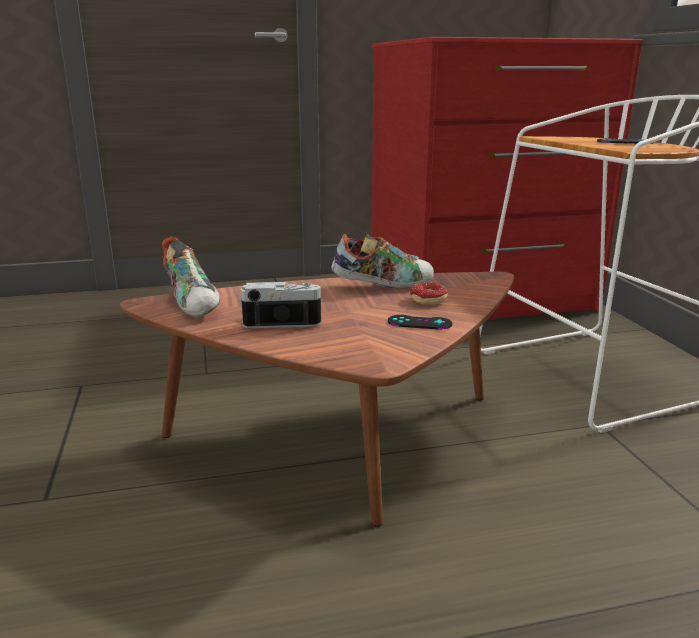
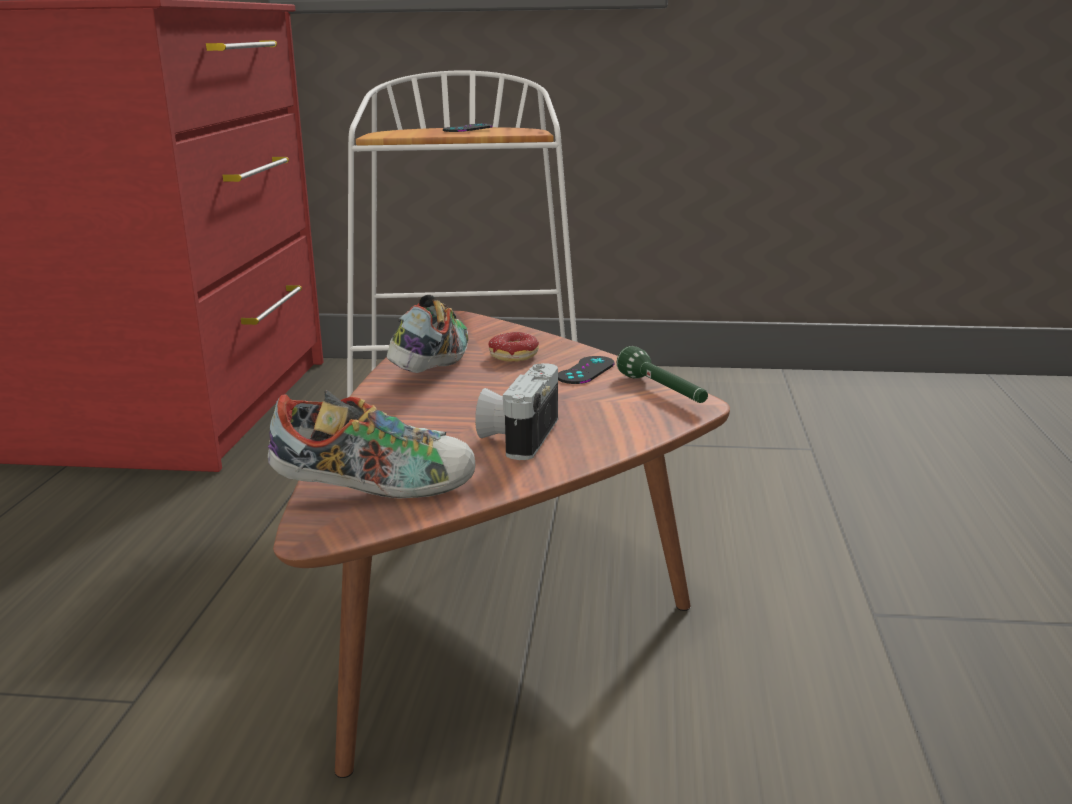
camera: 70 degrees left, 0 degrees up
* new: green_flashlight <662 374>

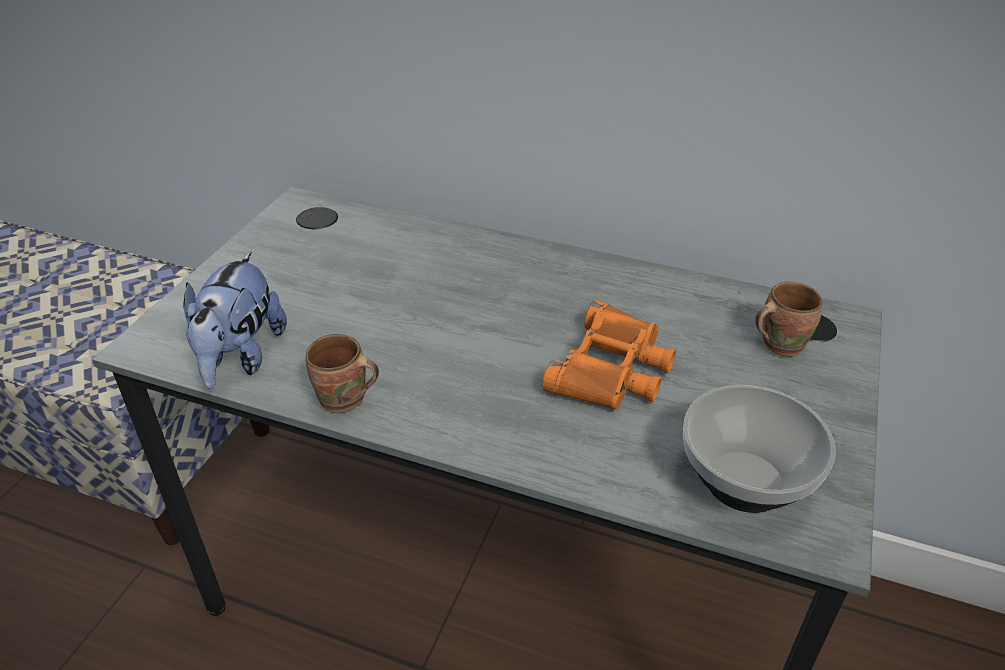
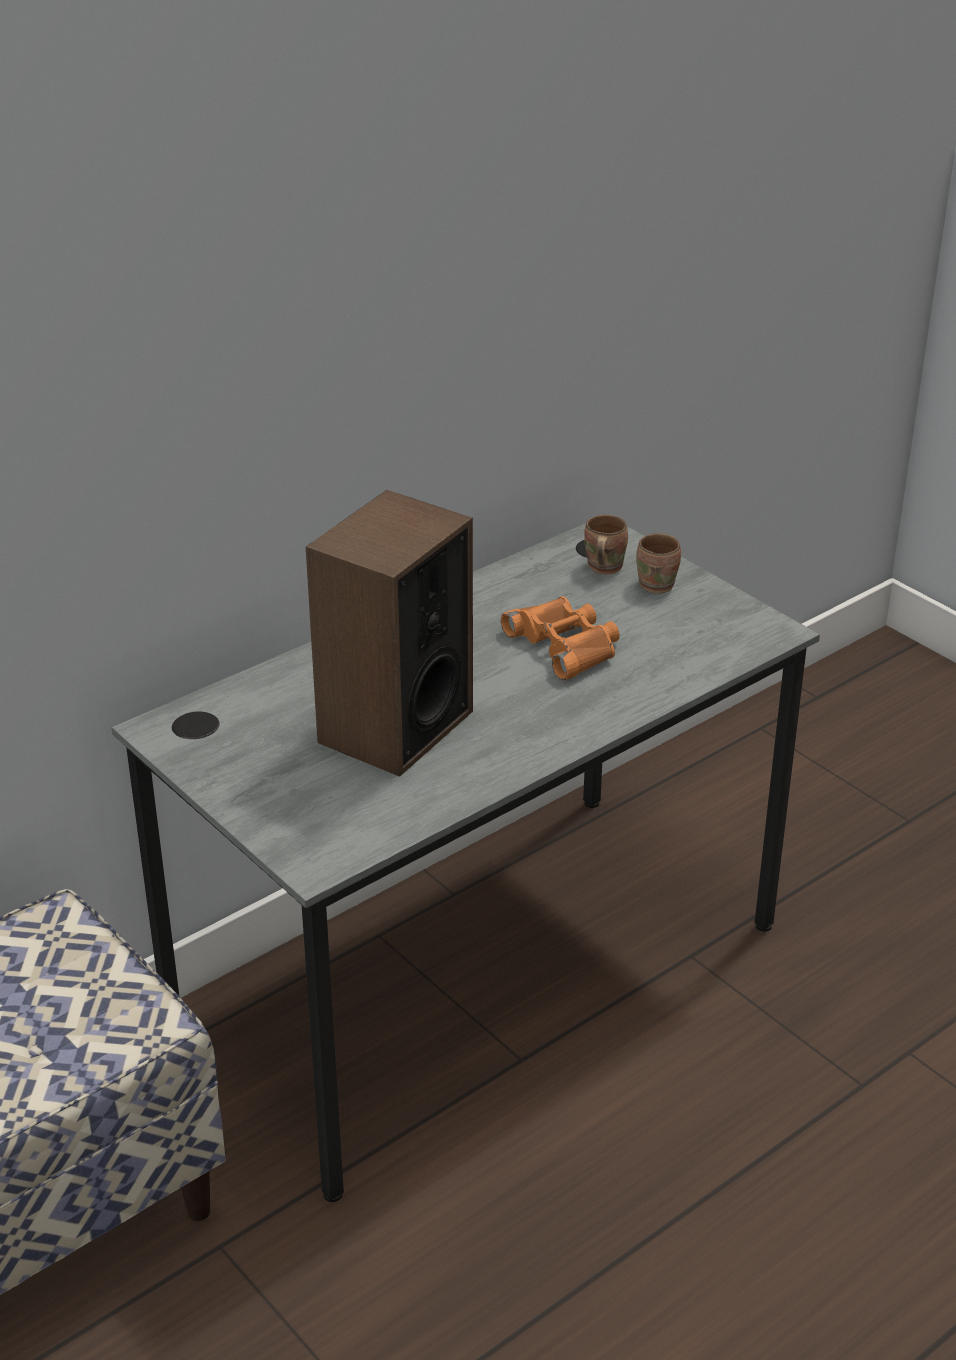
camera: 60 degrees left, 5 degrees down
* gone: plush_toy <235 320>
* gone: bowl <759 449>
* new: speaker <389 633>
* shifted: brown_mug <342 373> to <658 563>

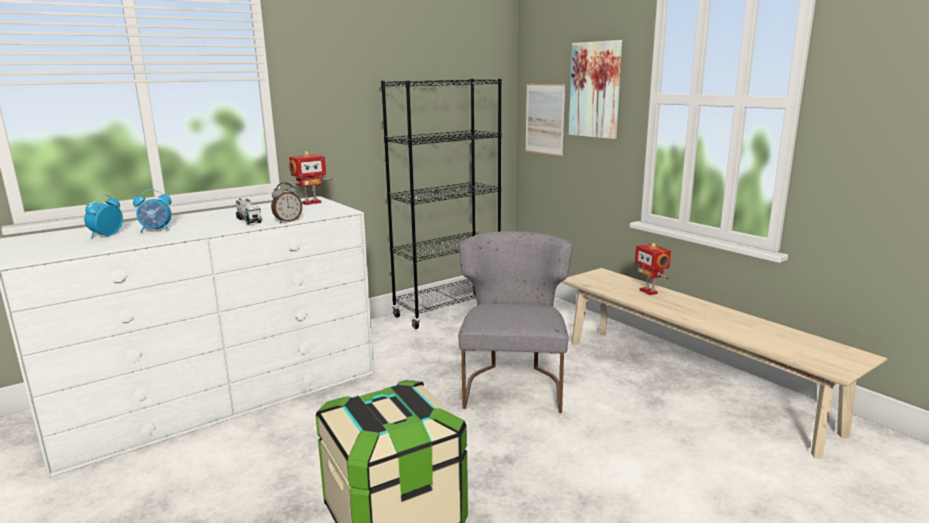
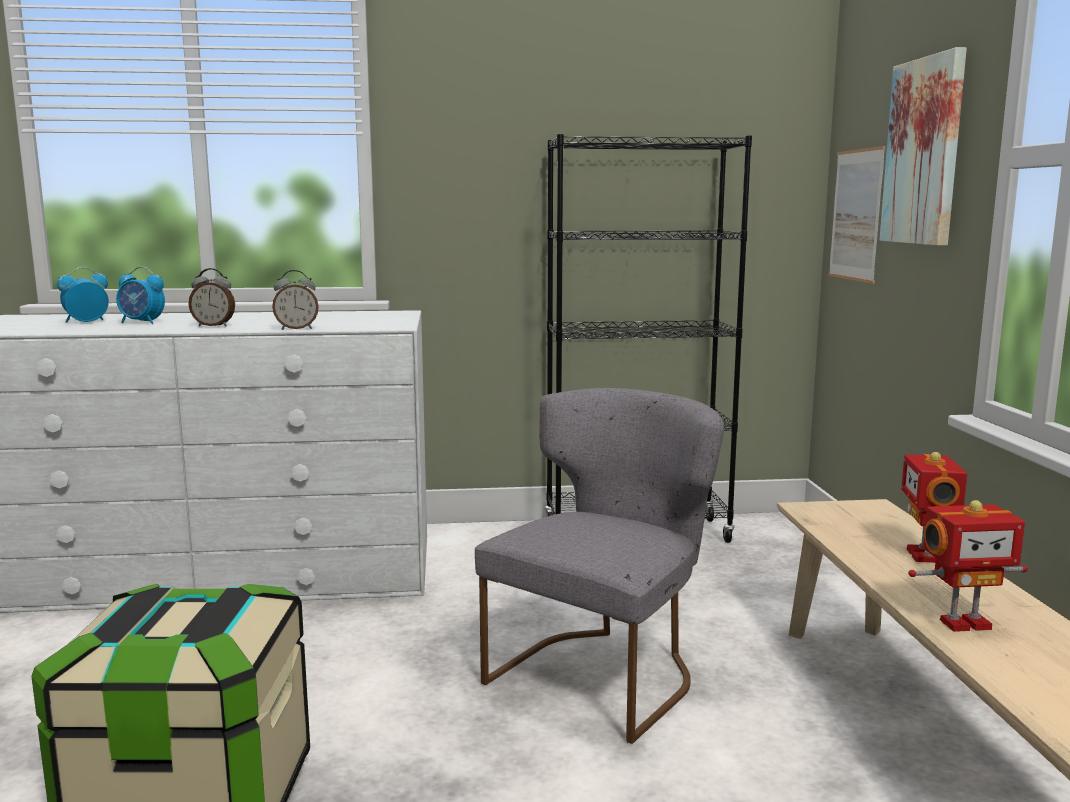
camera: 30 degrees right, 5 degrees down
* gone: toy_truck <249 211>
* new: alarm_clock <212 297>
* shifted: toy_robot <308 178> to <968 566>

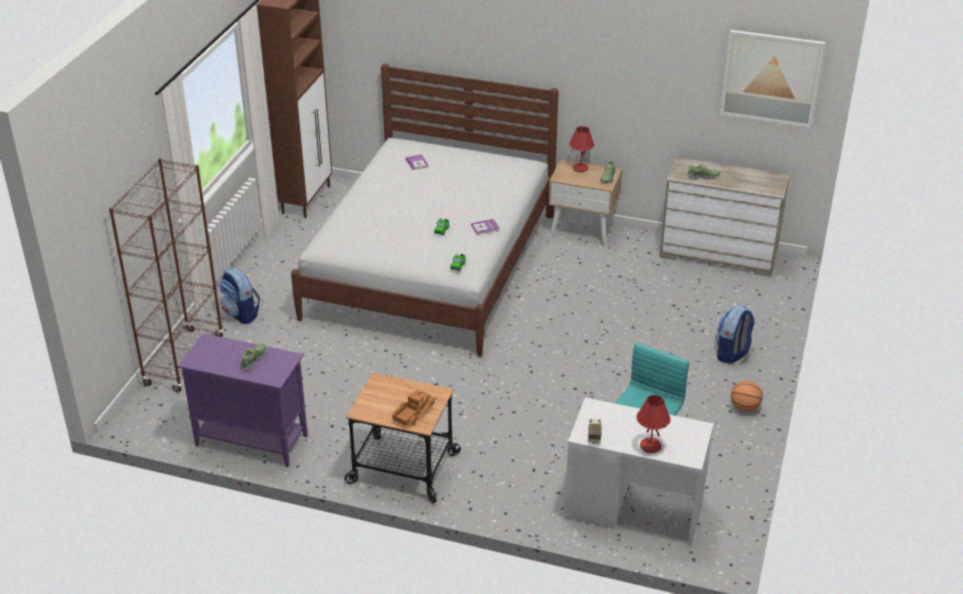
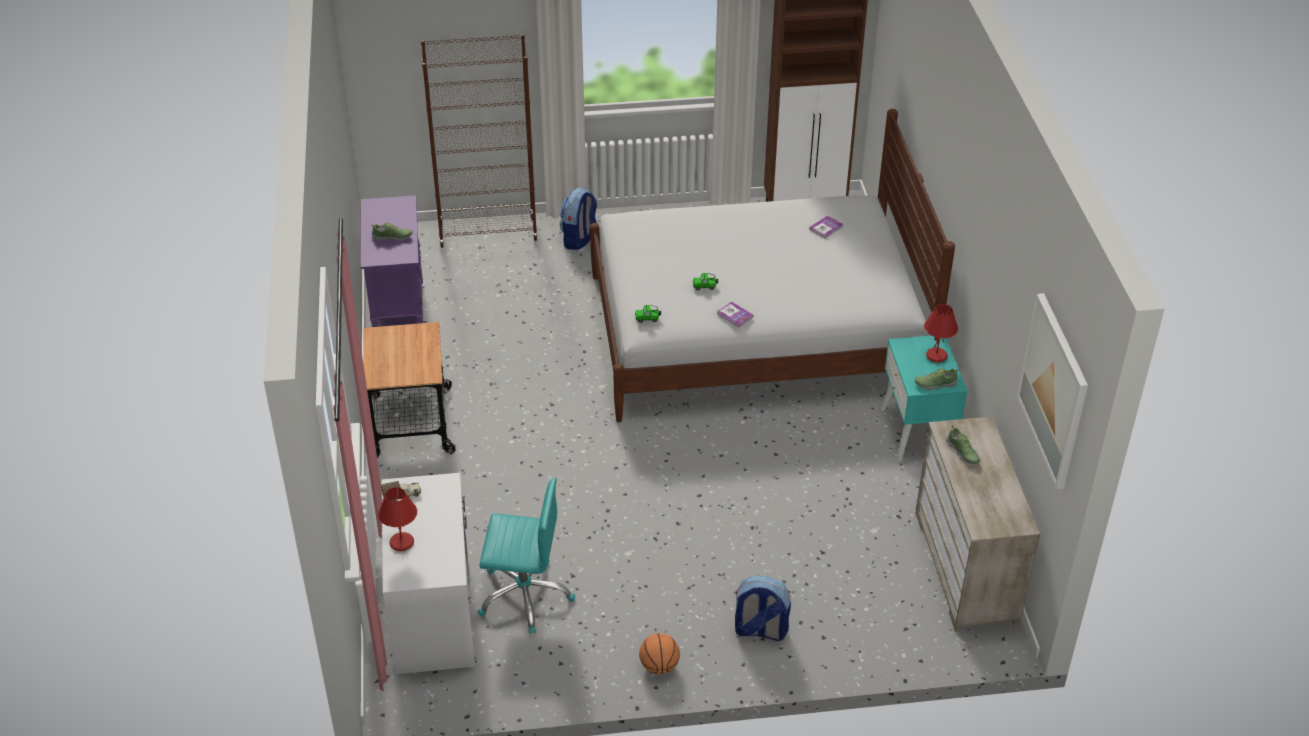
camera: 65 degrees right, 5 degrees up
* gone: toy_truck <414 408>
* repainted: beige_nightstand <585 203> to turquoise_nightstand <924 398>

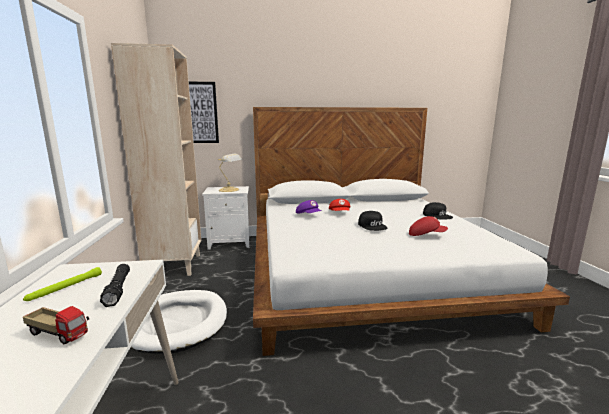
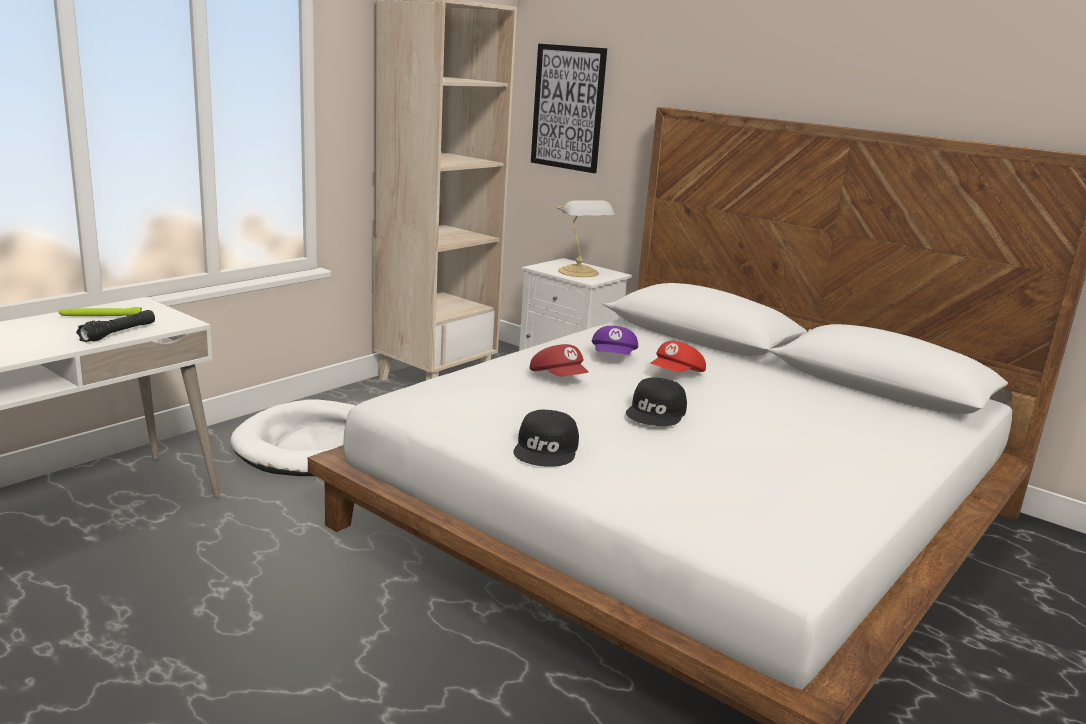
camera: 45 degrees right, 5 degrees up
* gone: toy_truck <56 325>
* shifted: red_cap <428 226> to <559 360>
* shifted: black_cap <438 211> to <546 438>

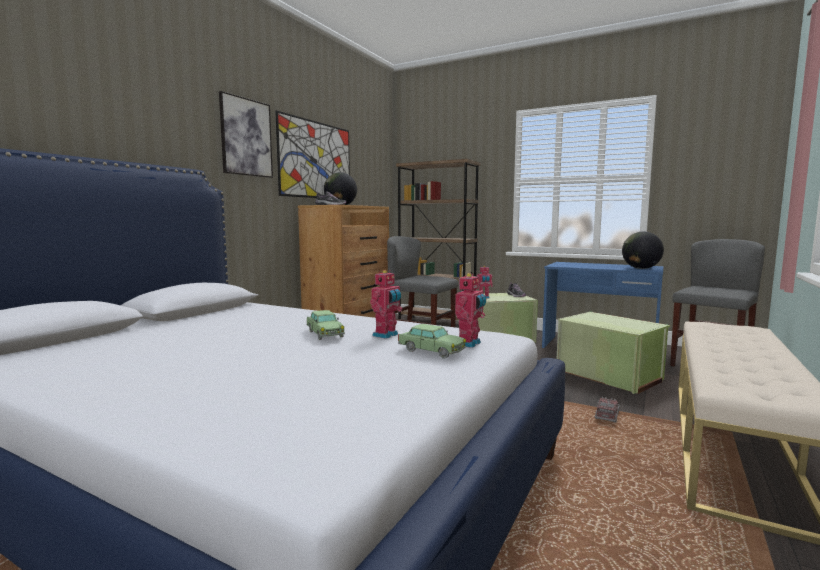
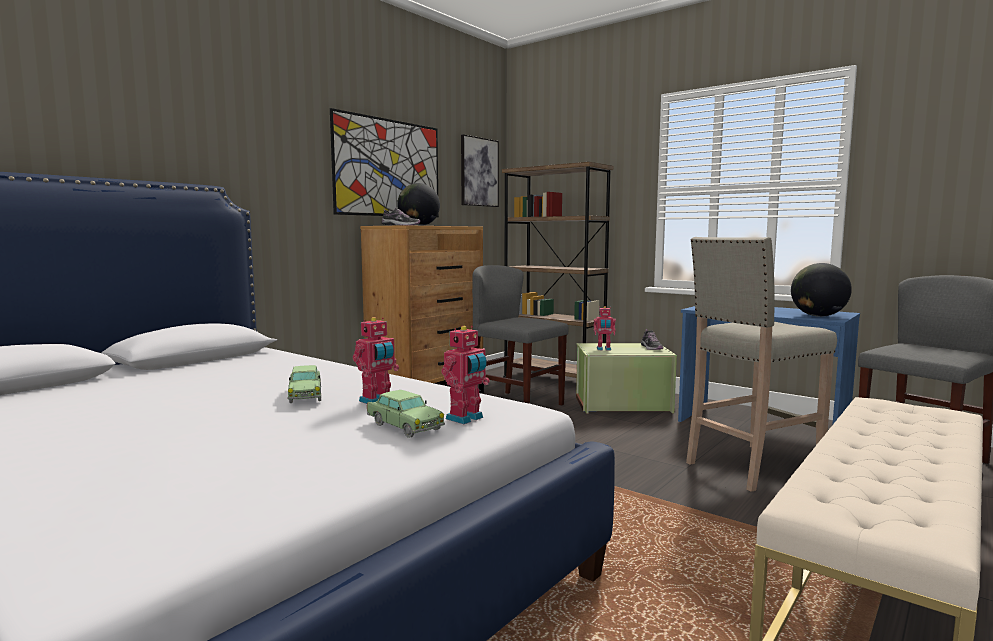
camera: 10 degrees right, 0 degrees up
* gone: toy_truck <607 410>
* shifted: picture <246 134> to <480 170>
* swapped: green_storage_box <613 353> to beige_stool <761 364>

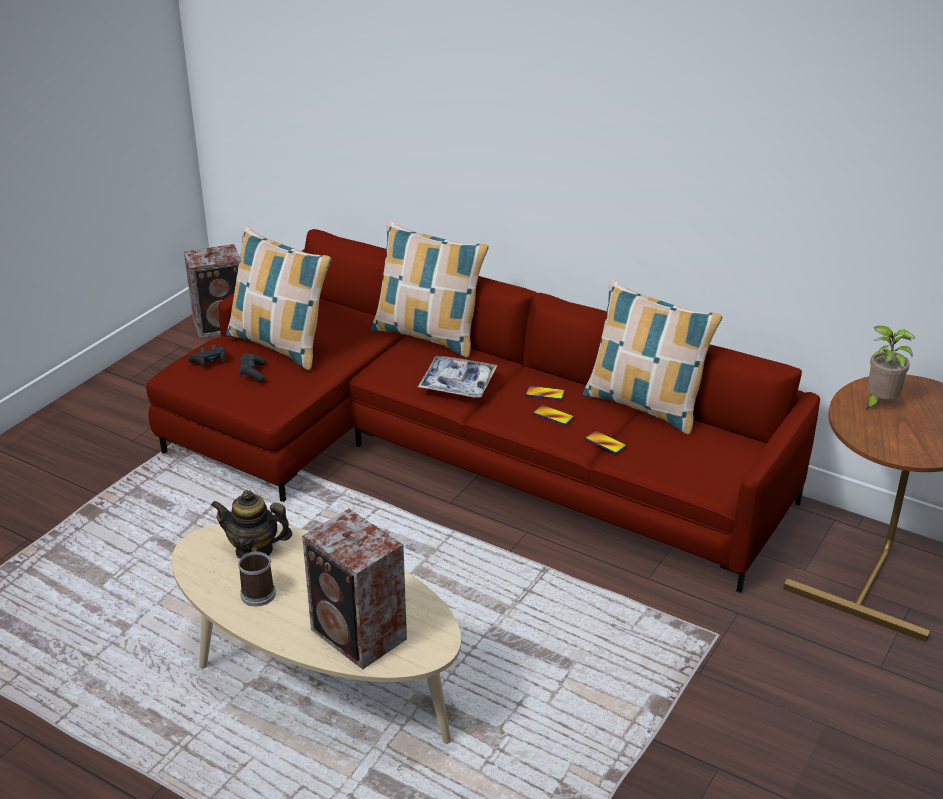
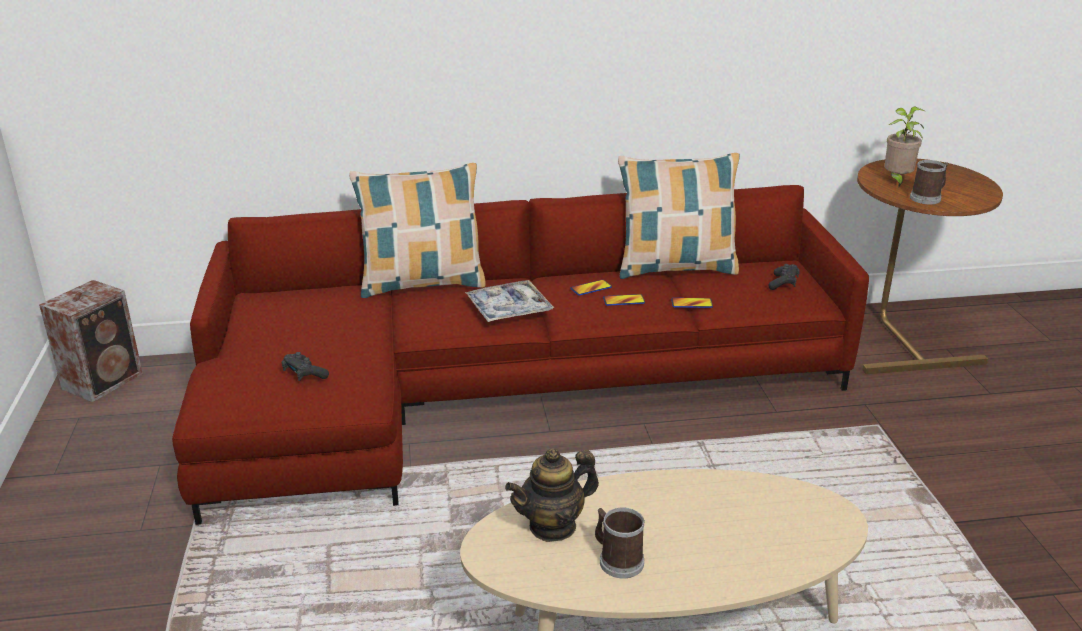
camera: 40 degrees left, 5 degrees down
* gone: pillow <278 298>
* gone: speaker <354 589>
* new: mug <929 182>
* shifted: black_game_controller <207 355> to <784 277>

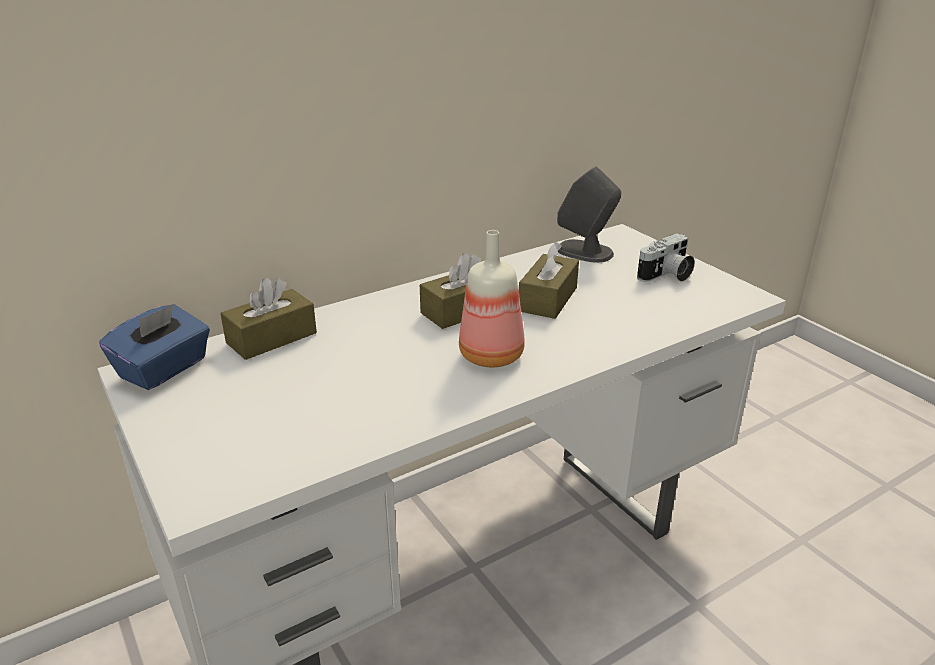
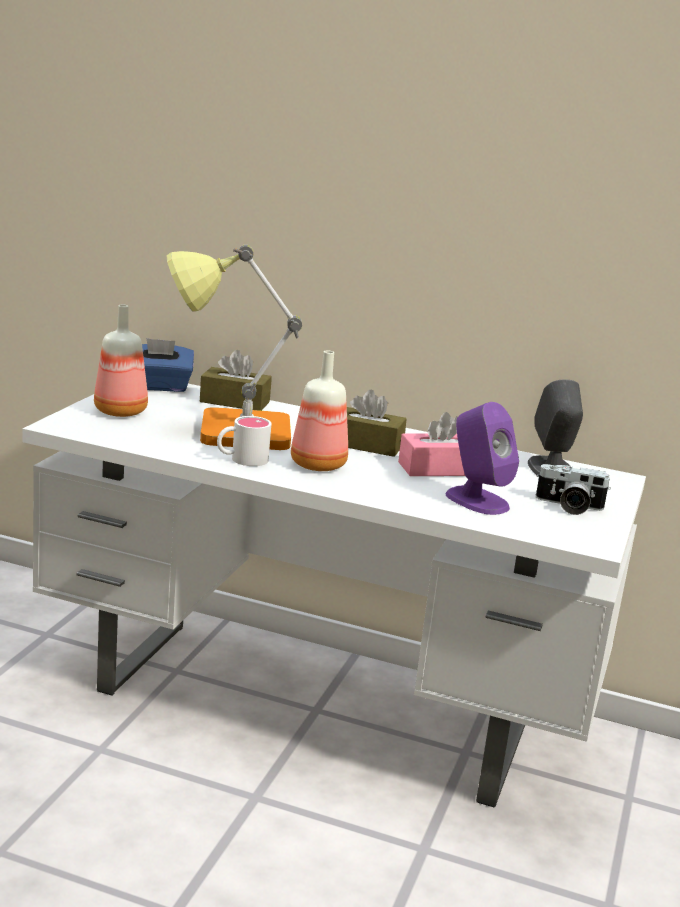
camera: 50 degrees right, 10 degrees down
* new: bottle <121 360>
* new: table_lamp <234 347>
* new: white_mug <244 441>
* new: purple_speaker <482 458>
* repainted: brown_tissue_box <549 280> to pink_tissue_box <431 444>

